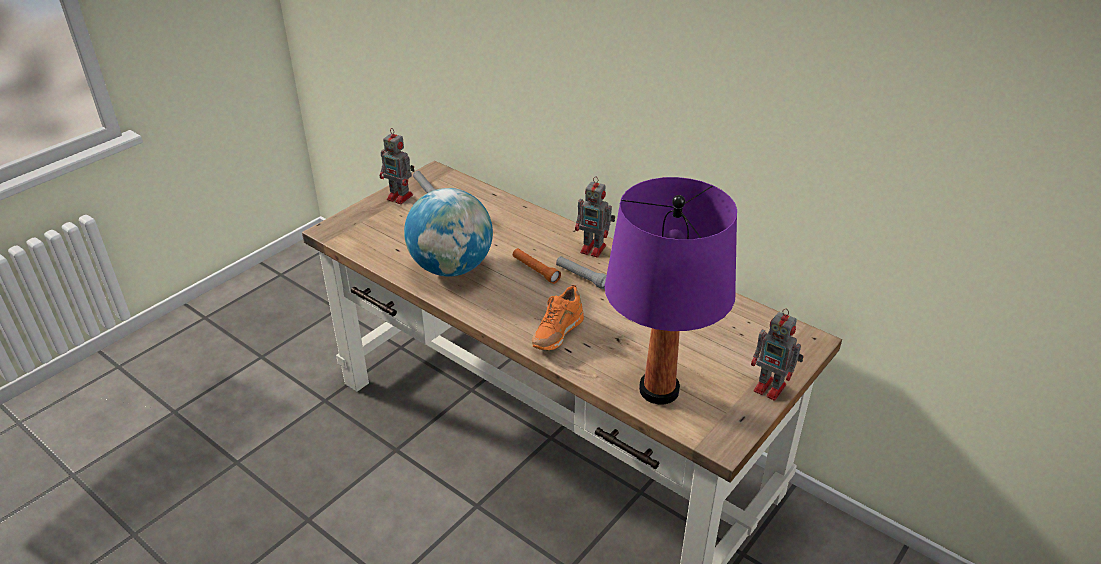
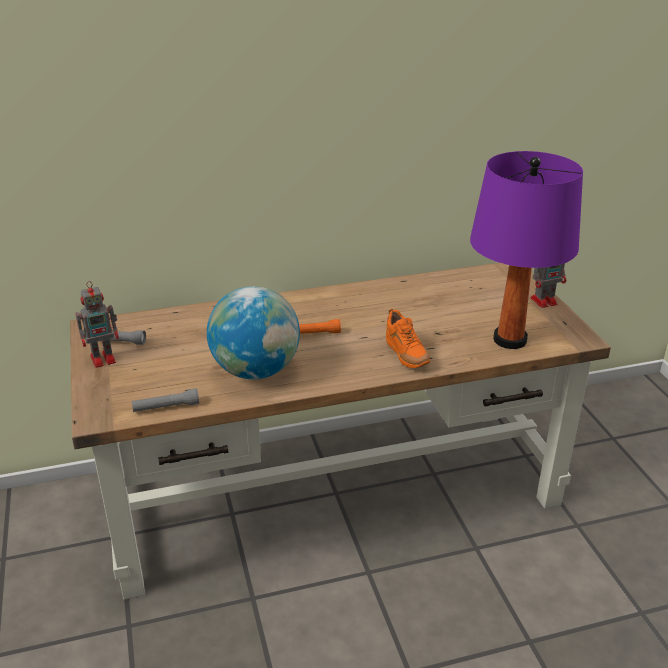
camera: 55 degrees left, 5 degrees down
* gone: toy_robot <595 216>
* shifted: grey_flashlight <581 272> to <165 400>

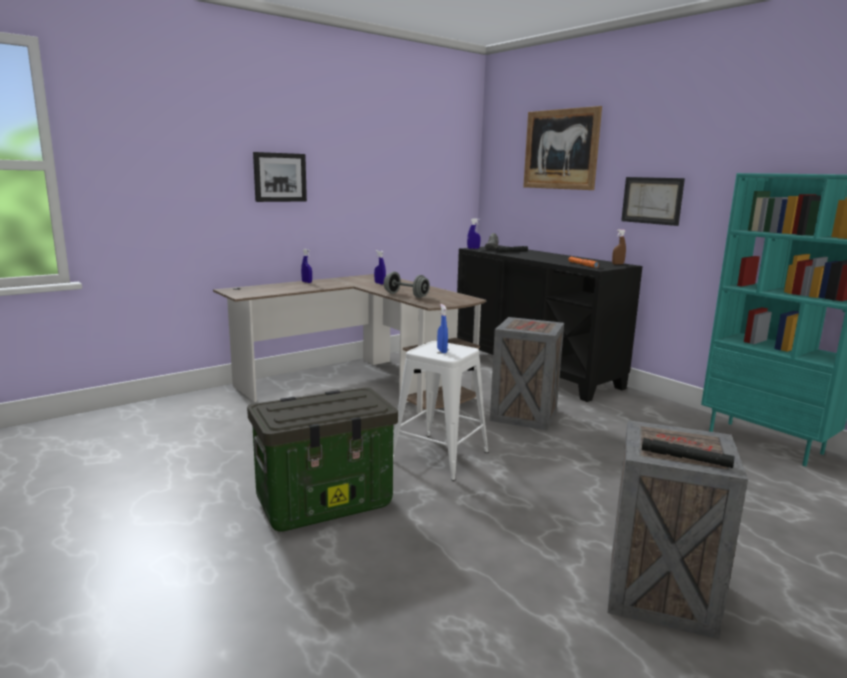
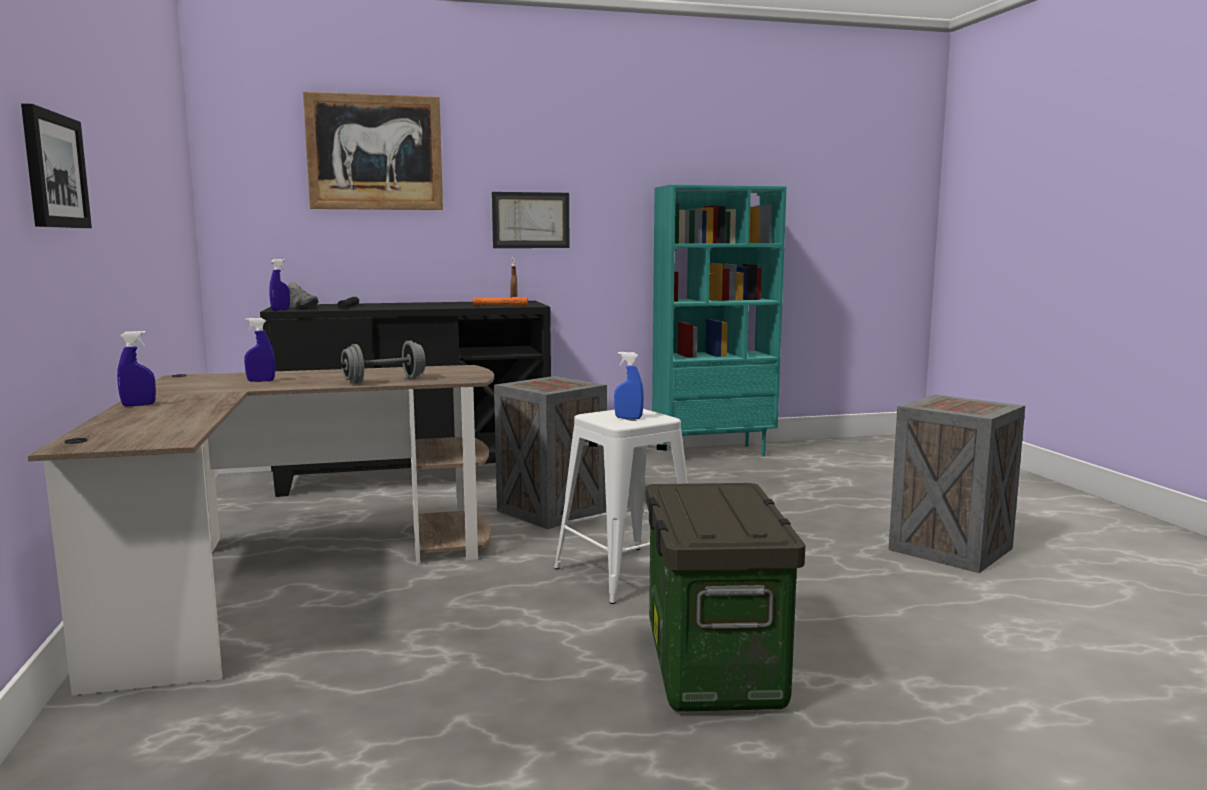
camera: 65 degrees left, 5 degrees down
* gone: black_flashlight <688 453>

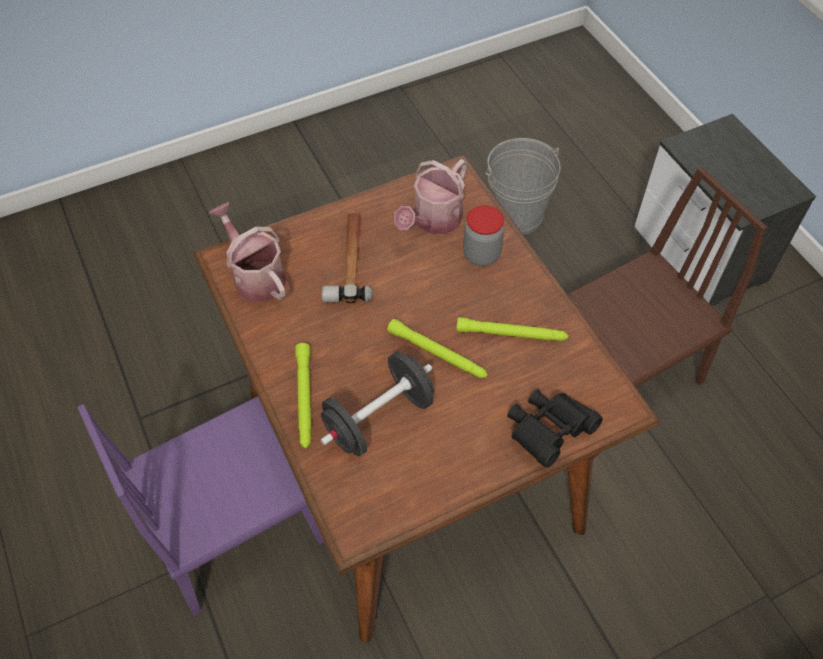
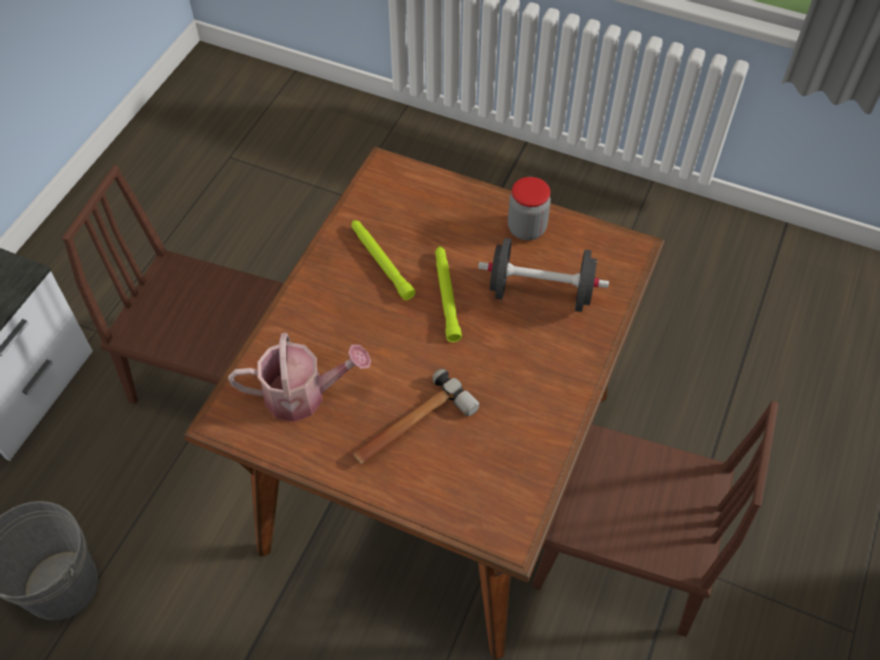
camera: 130 degrees left, 0 degrees up
* gone: watering_can <247 252>
* gone: green_flashlight <303 395>
* gone: black_binoculars <555 428>
* shifted: jar <483 235> to <529 208>
* repainted: purple_chair <201 506> to brown_chair <655 519>

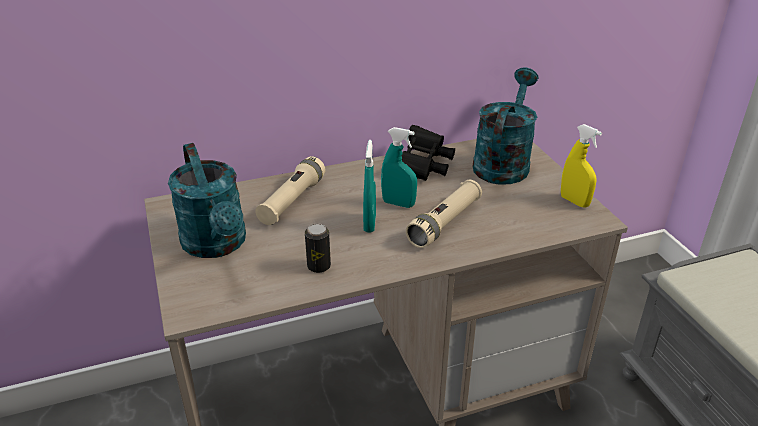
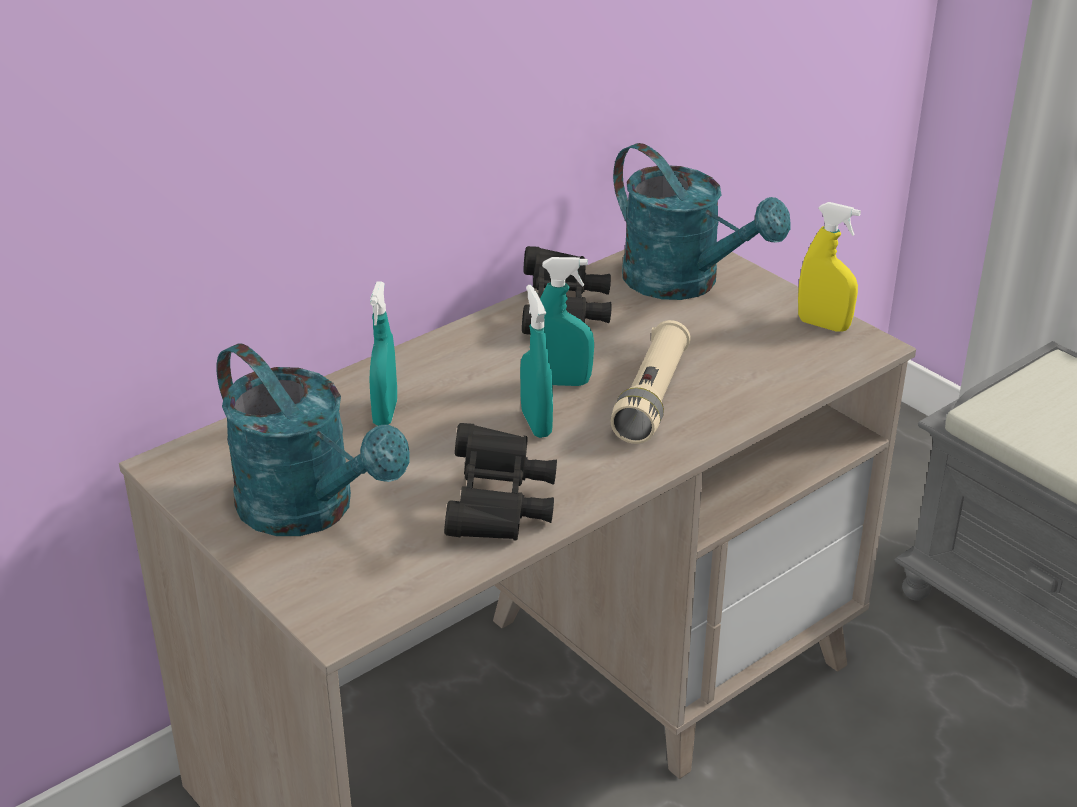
camera: 20 degrees left, 0 degrees up
* swapped: beige_flashlight <290 190> to turquoise_spray_bottle <383 354>
* swapped: can <318 248> to black_binoculars <500 481>
* rotated: turquoise_watering_can <505 126> = <701 221> 135 degrees clockwise

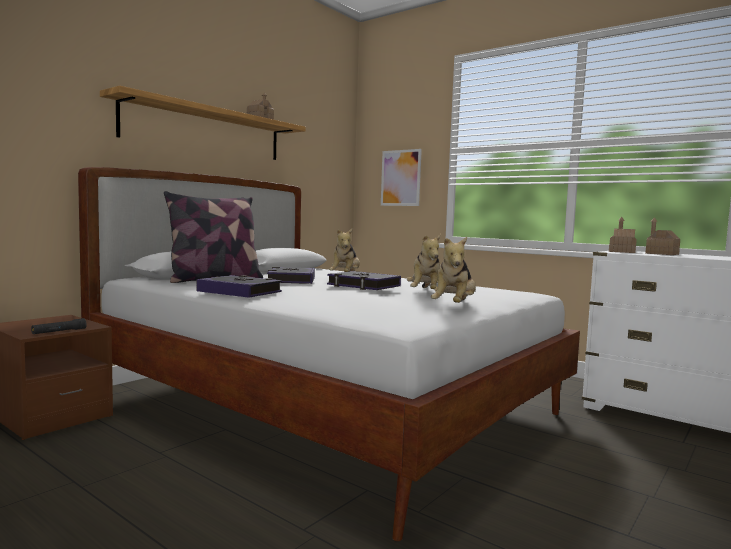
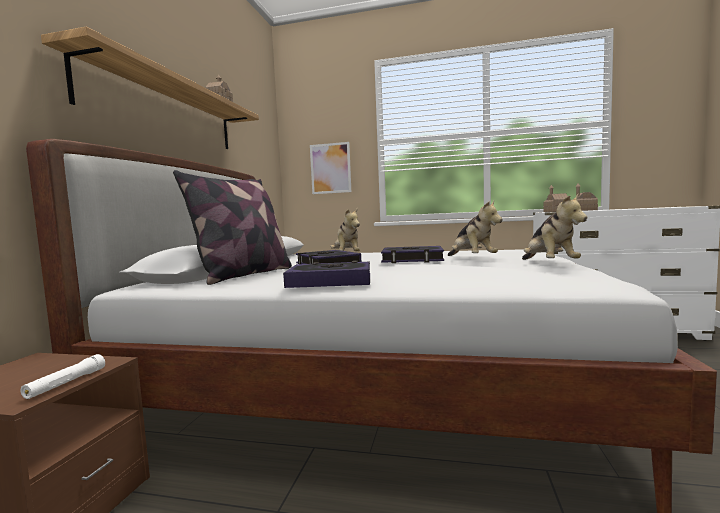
camera: 25 degrees left, 0 degrees up
* repainted: black_flashlight <59 326> to white_flashlight <62 376>

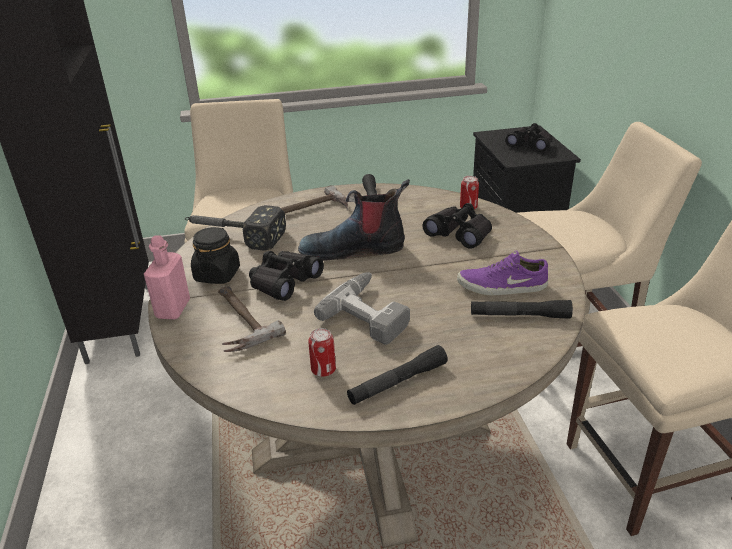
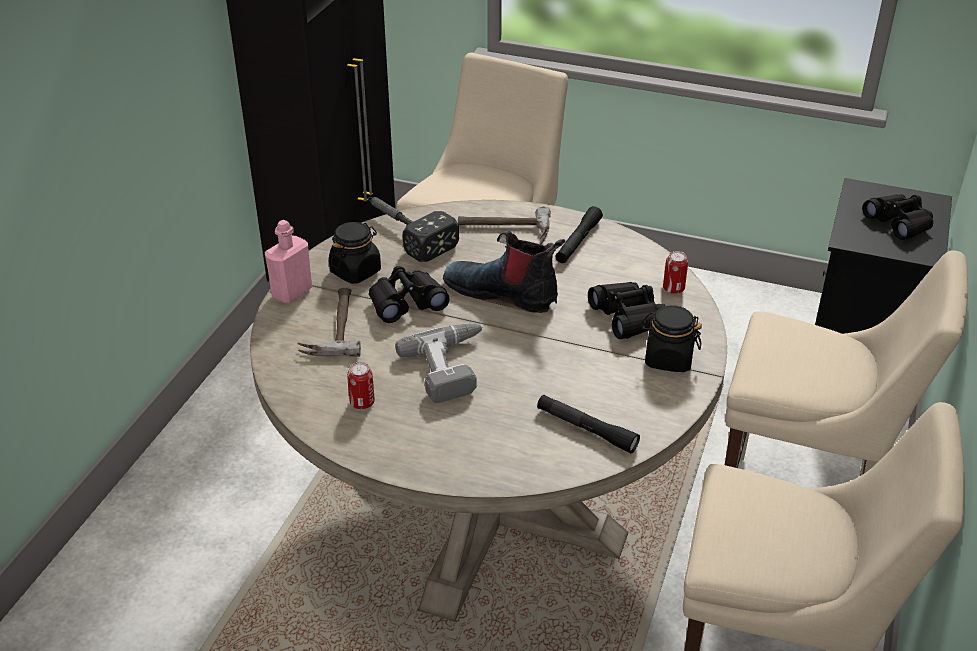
camera: 30 degrees right, 5 degrees up
* gone: black_flashlight <397 375>
* gone: purple_shoe <502 273>
* new: black_jar <671 338>

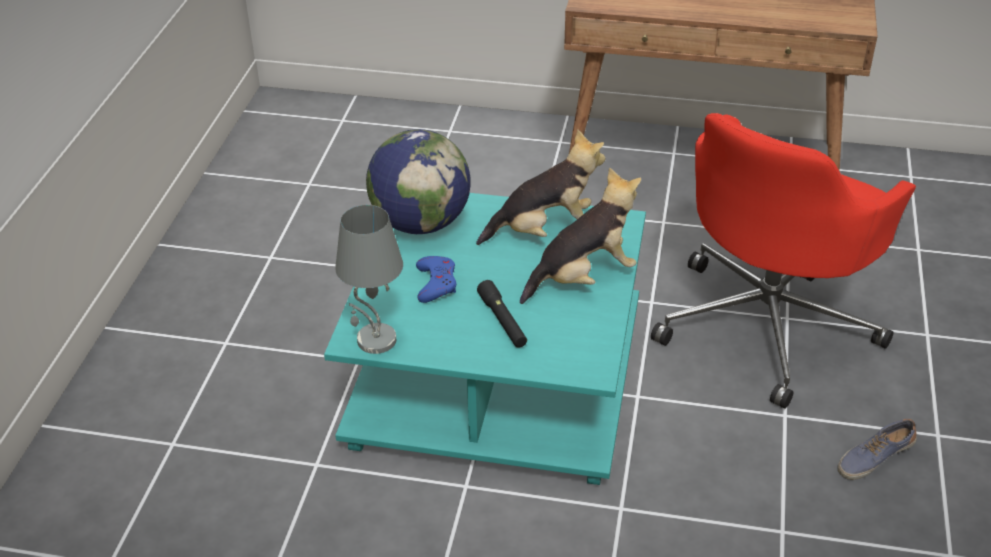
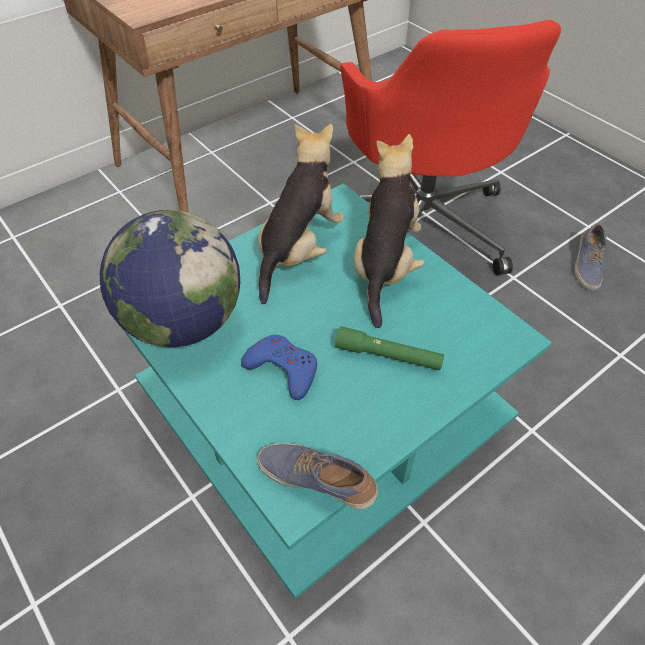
camera: 50 degrees left, 10 degrees up
* swapped: grey_table_lamp <369 279> to shoe <317 476>
* repainted: black_flashlight <502 314> to green_flashlight <389 348>

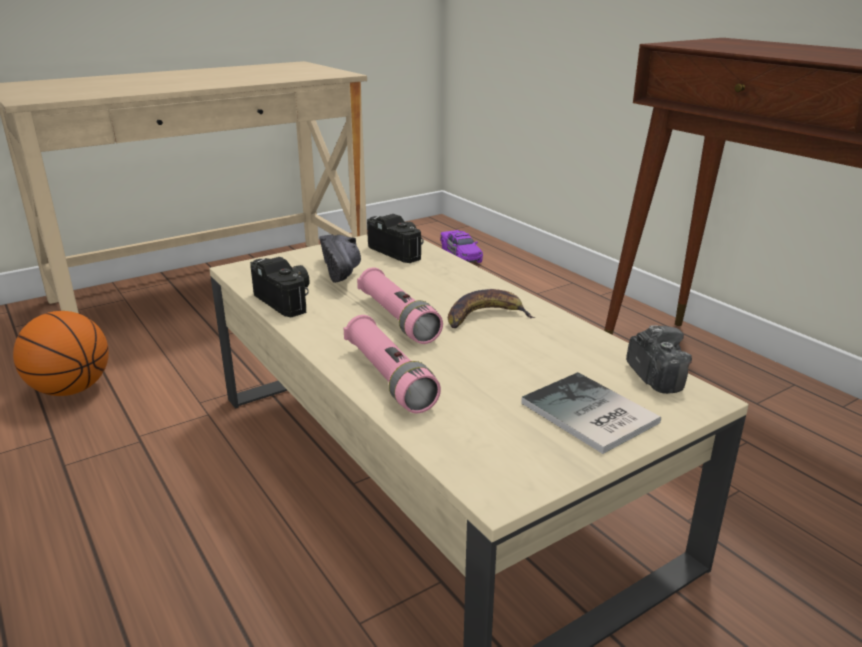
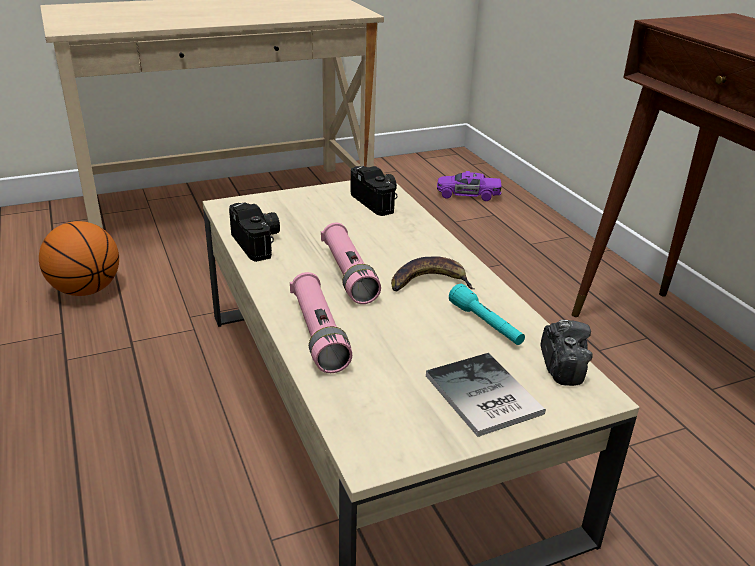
camera: 10 degrees right, 5 degrees up
* gone: black_shoe <340 258>
* new: turquoise_flashlight <487 314>
* rotated: purple_toy_car <461 246> = <469 186> 105 degrees clockwise

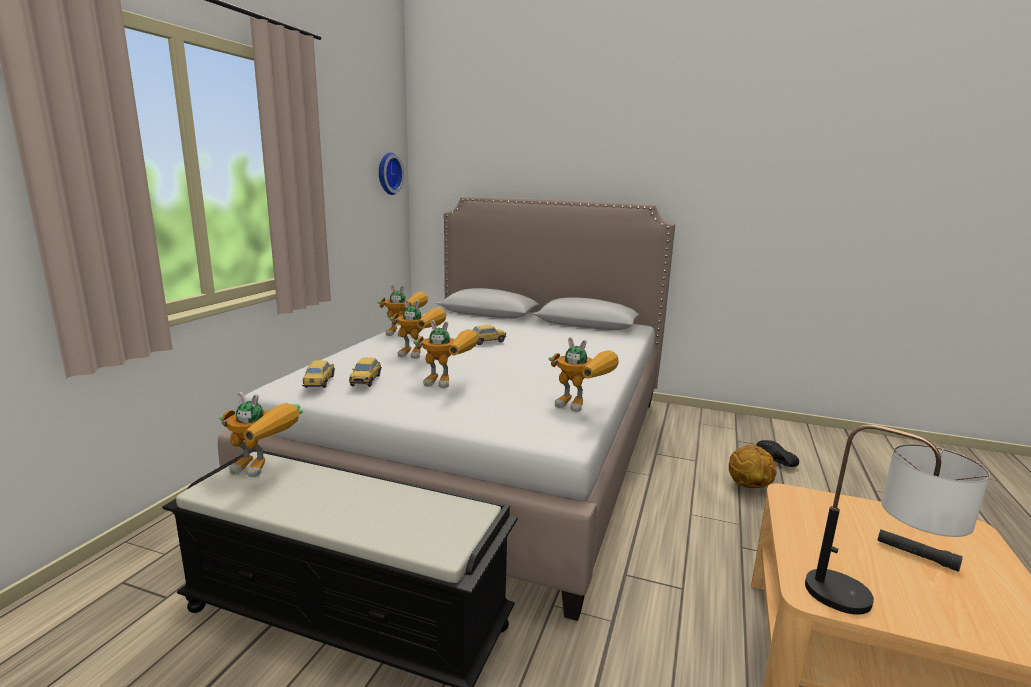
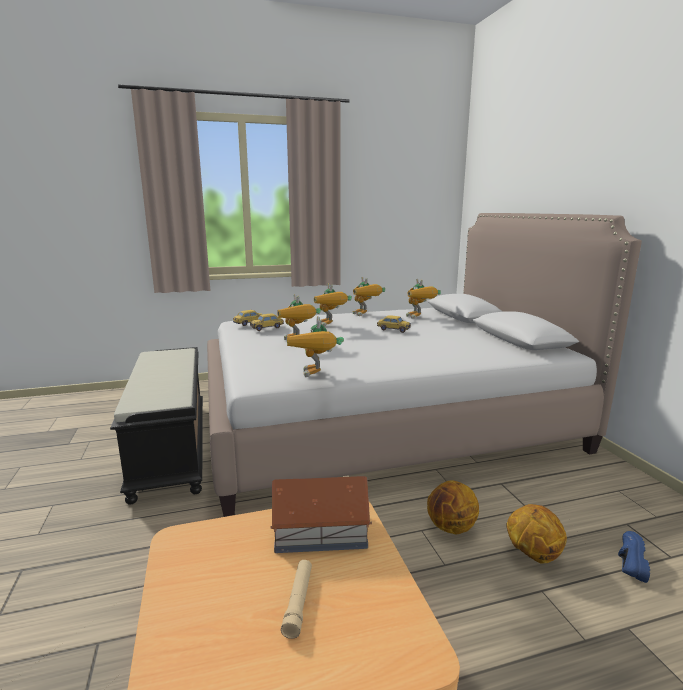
camera: 55 degrees right, 0 degrees up
* gone: wall_clock <391 173>
* gone: table_lamp <897 520>
* new: toy_house <321 514>
* new: basketball <453 507>
* shifted: toy_robot <261 434> to <423 299>
* repainted: black_shoe <778 453> to blue_shoe <634 557>
* repainted: black_flashlight <920 551> to beige_flashlight <296 599>

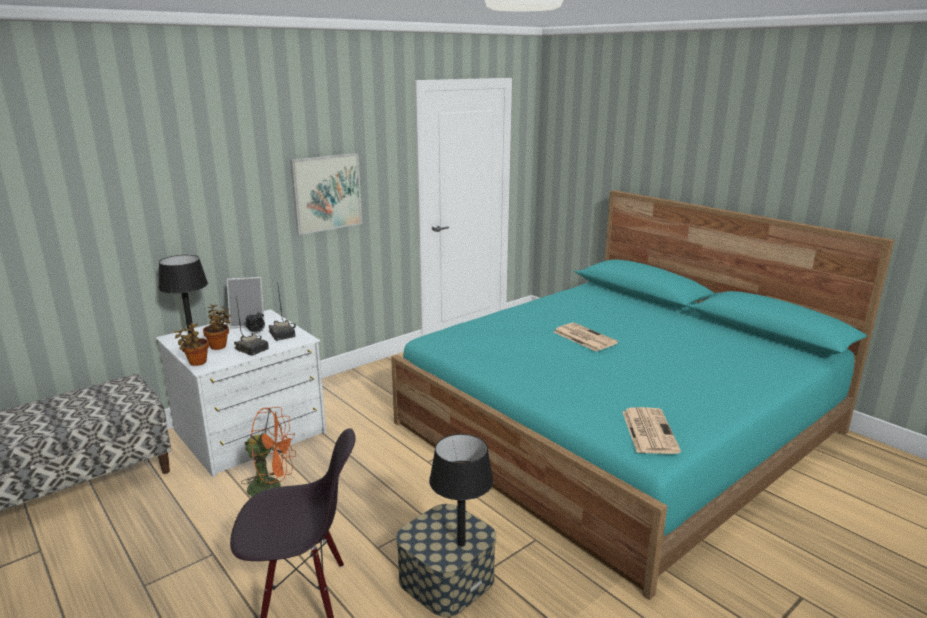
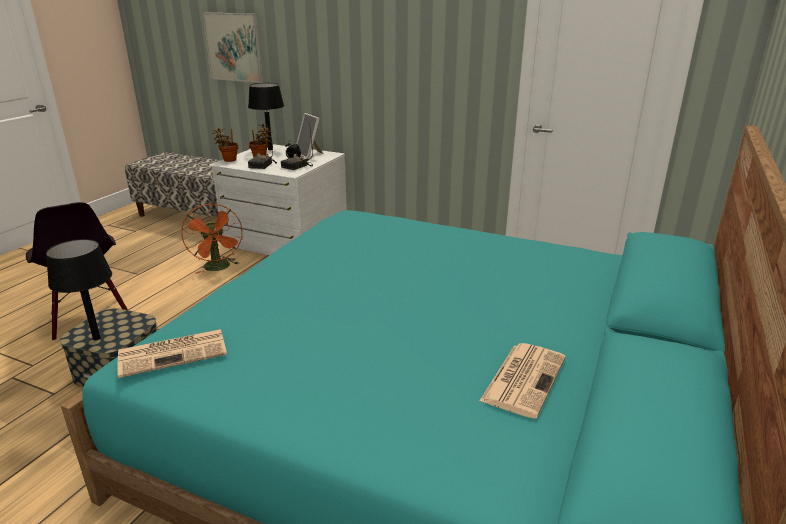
camera: 65 degrees right, 5 degrees up
* shifted: picture <326 194> to <232 47>
* shifted: newspaper <586 337> to <523 381>

